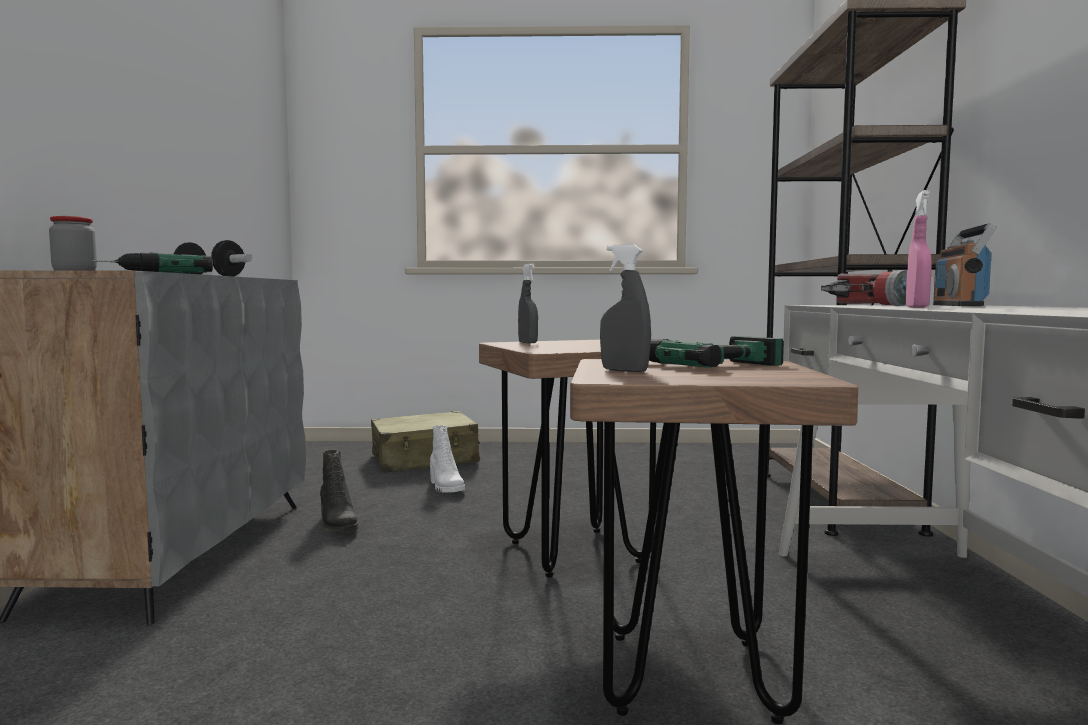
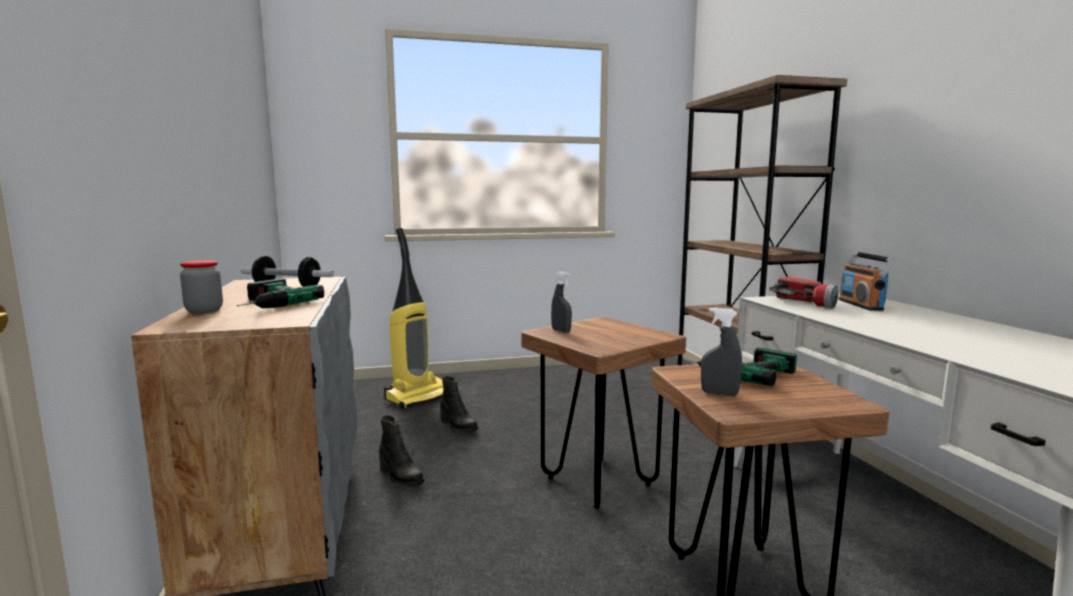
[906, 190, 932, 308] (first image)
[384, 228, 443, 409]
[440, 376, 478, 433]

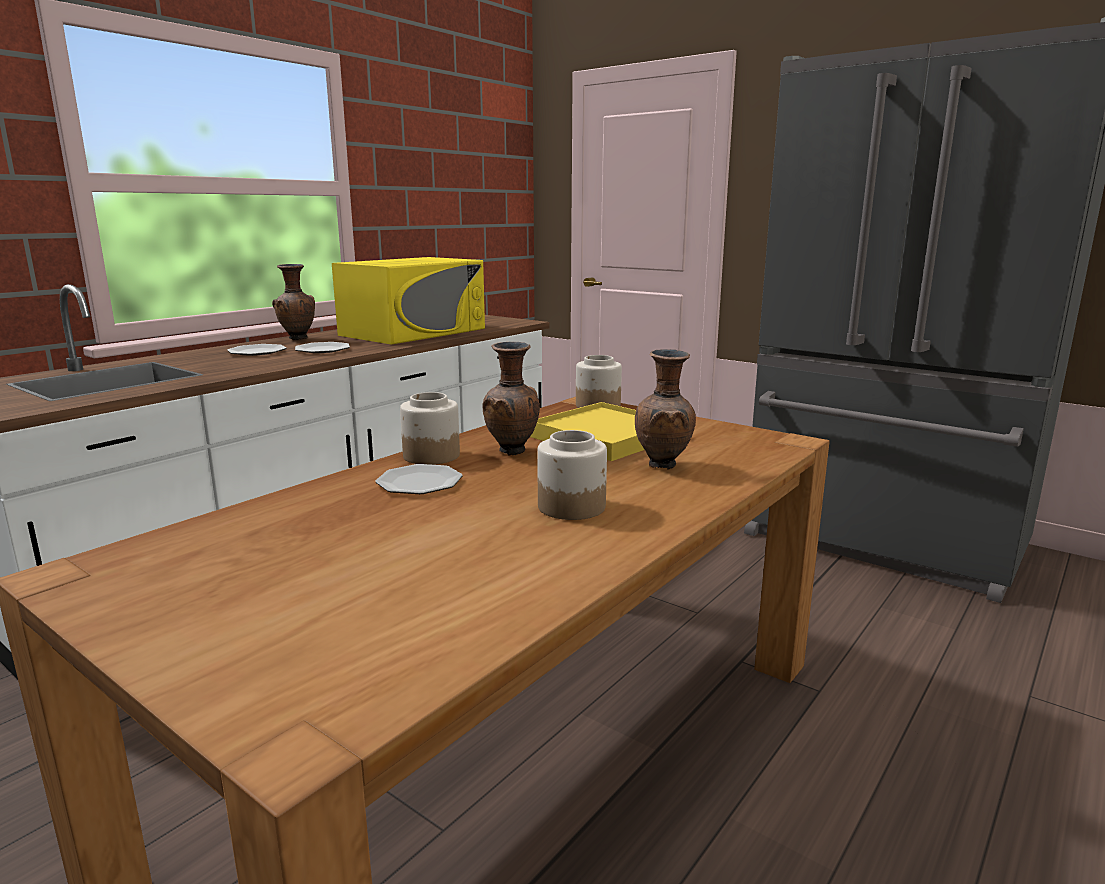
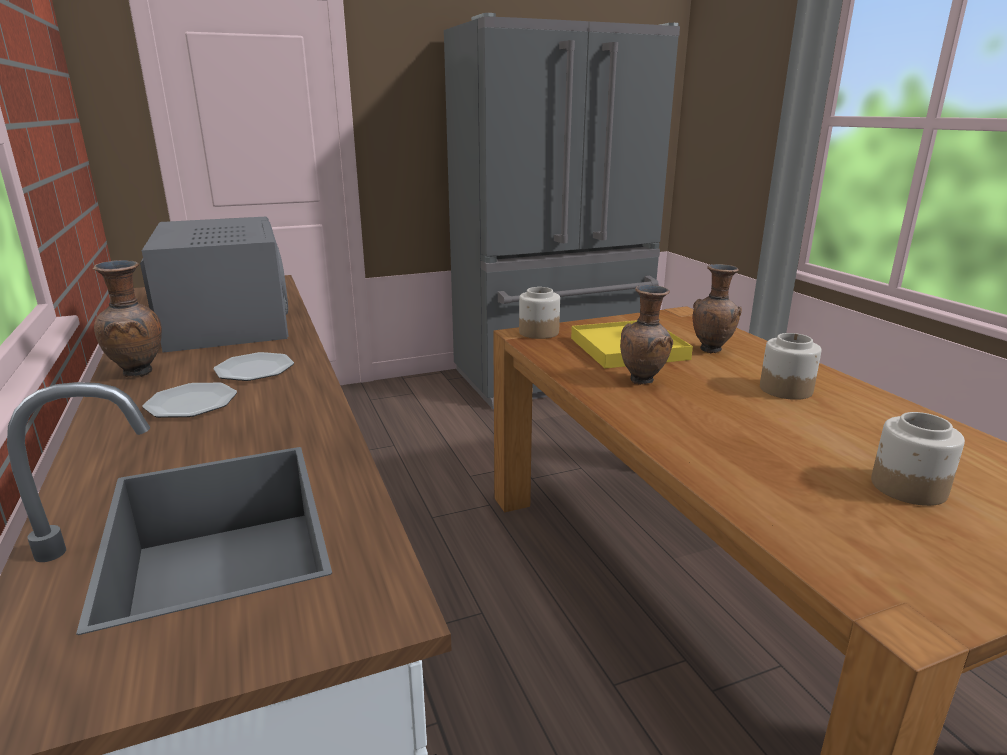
[140, 217, 288, 353]
[871, 412, 965, 506]
[376, 464, 463, 494] (first image)

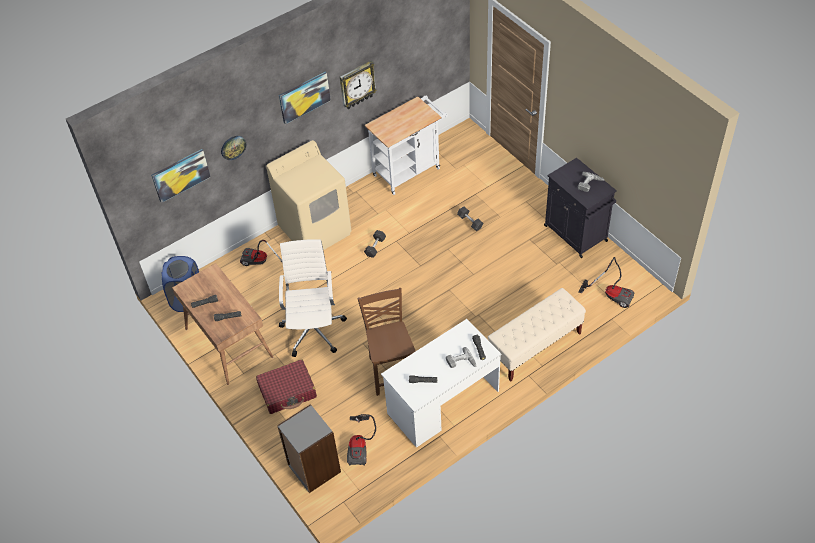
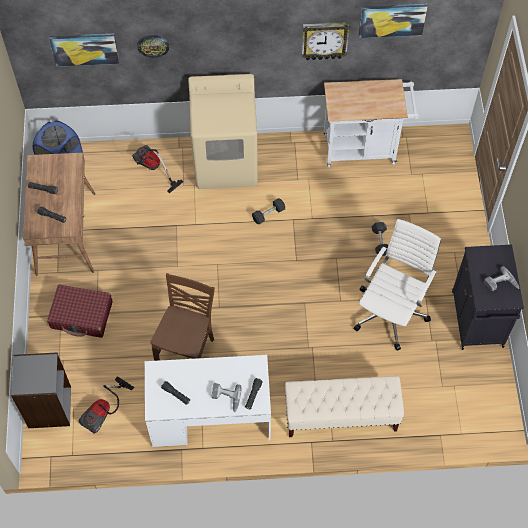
[359, 4, 428, 38]
[354, 219, 441, 351]
[578, 257, 634, 308] (first image)

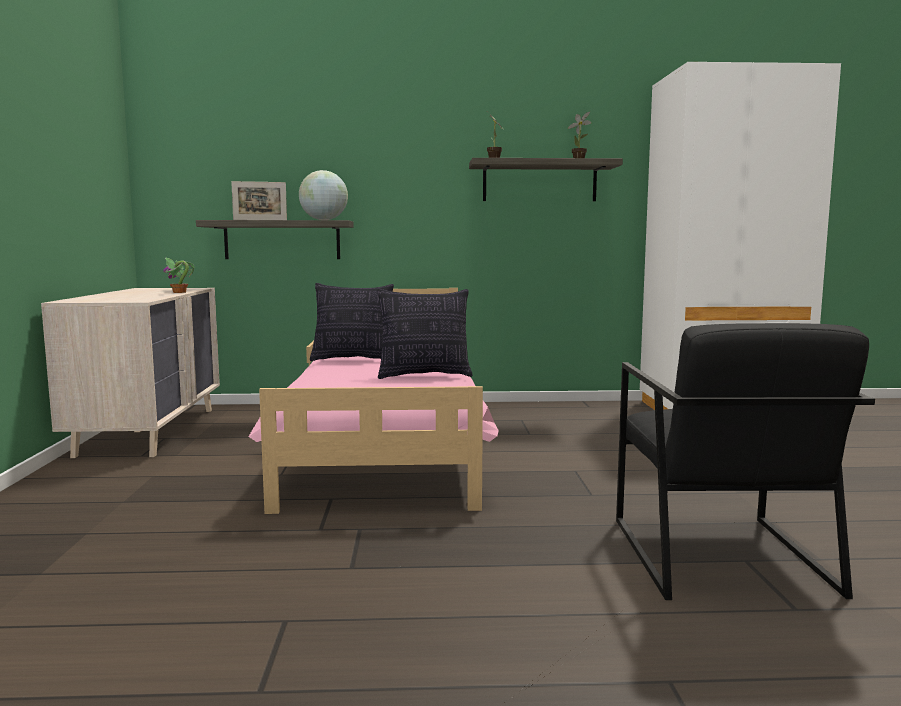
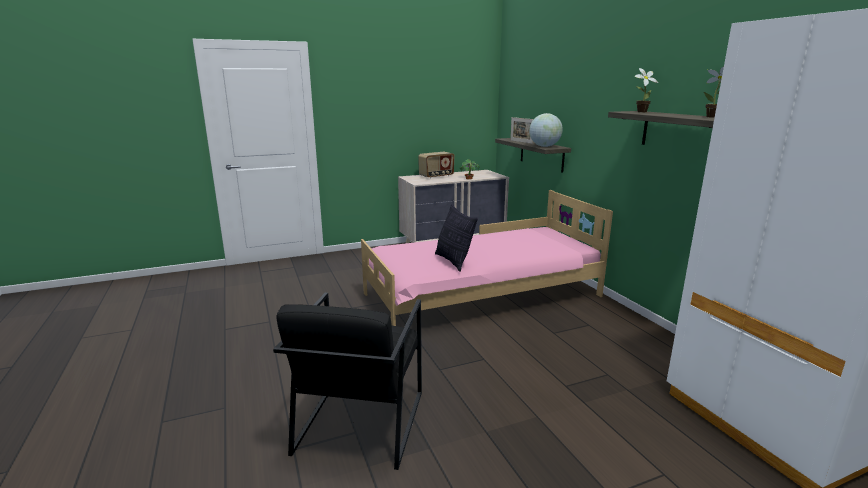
[310, 283, 394, 361] (first image)
[273, 293, 422, 470]
[418, 152, 454, 179]

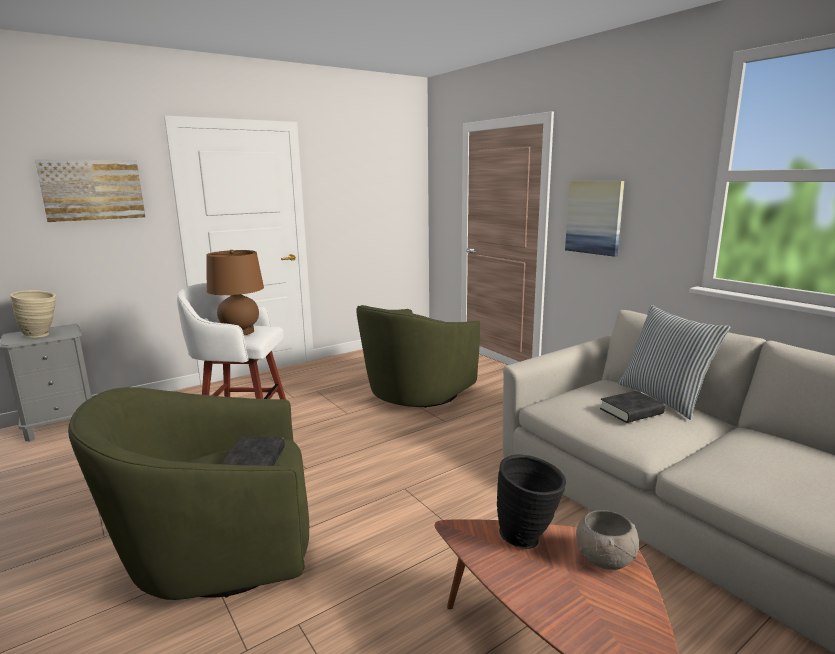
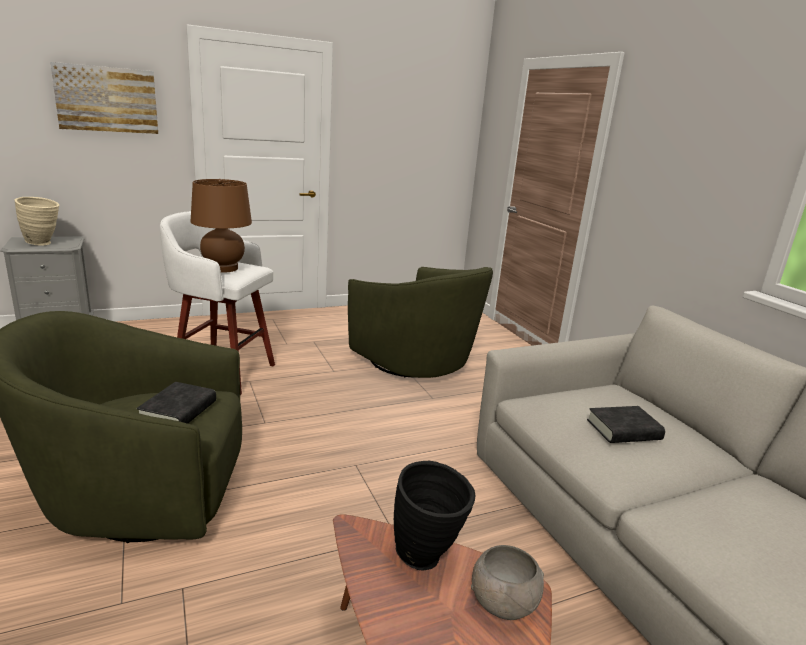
[565, 181, 624, 257] (first image)
[348, 267, 493, 378]
[618, 305, 731, 420] (first image)

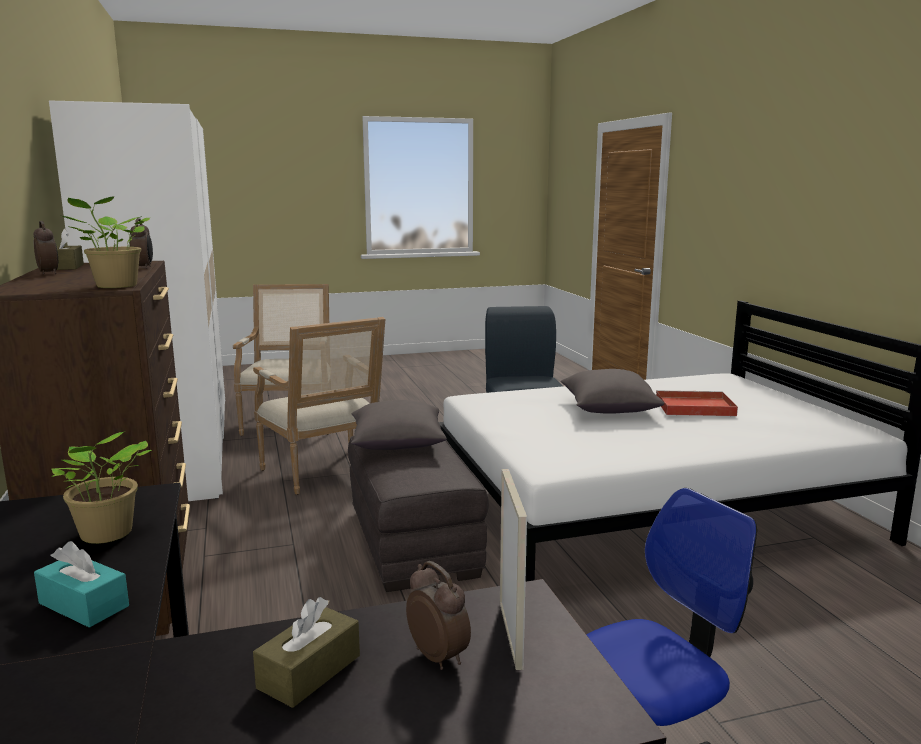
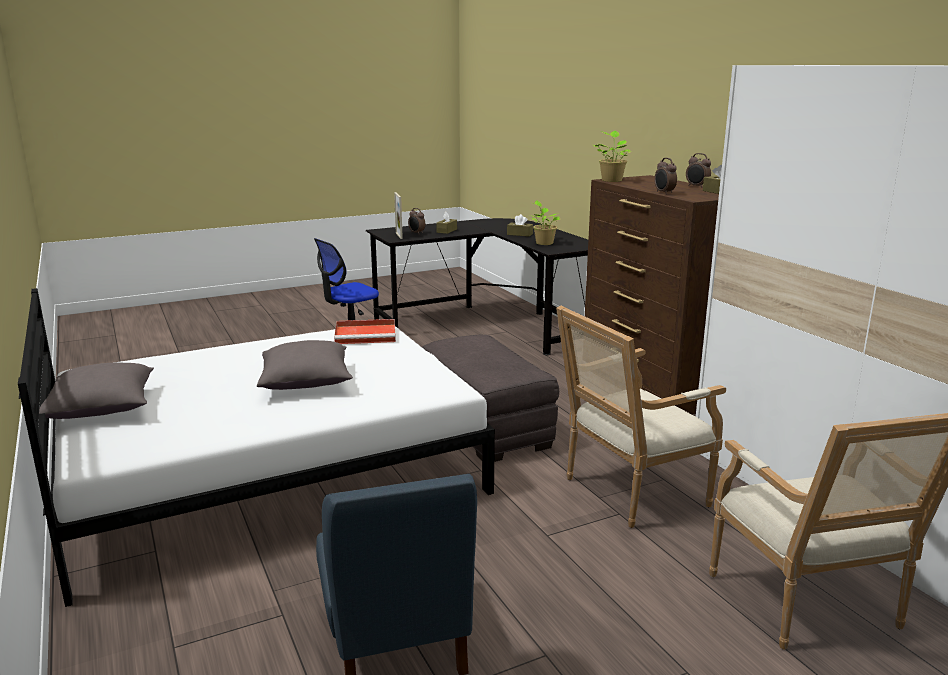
[556, 306, 726, 528]
[334, 319, 396, 344]
[39, 363, 154, 419]
[507, 214, 533, 237]

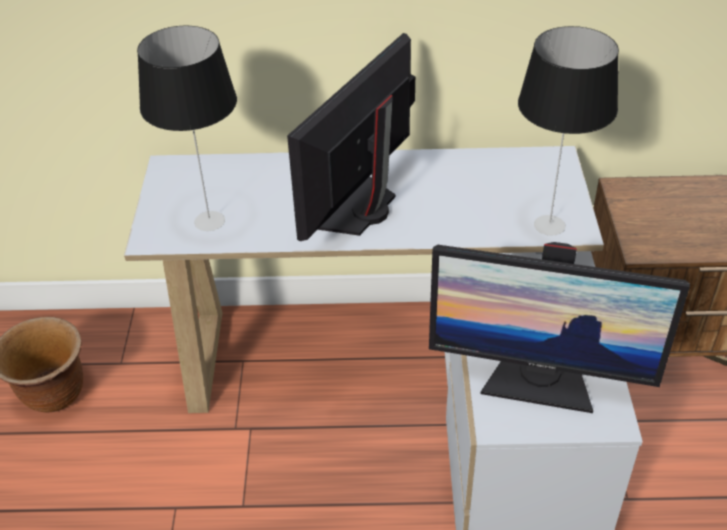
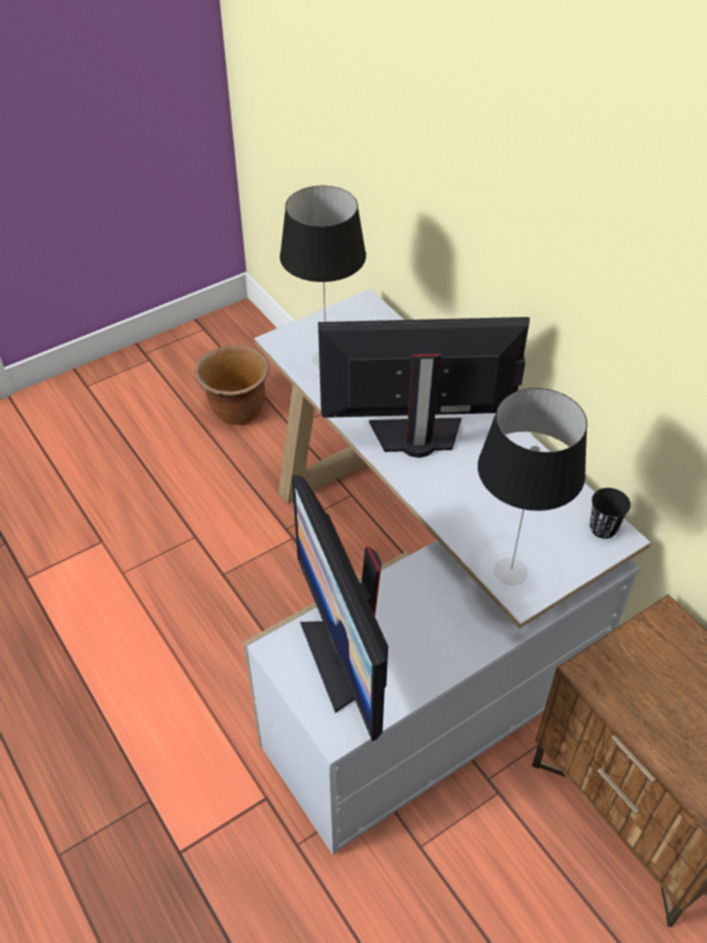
[590, 488, 631, 539]

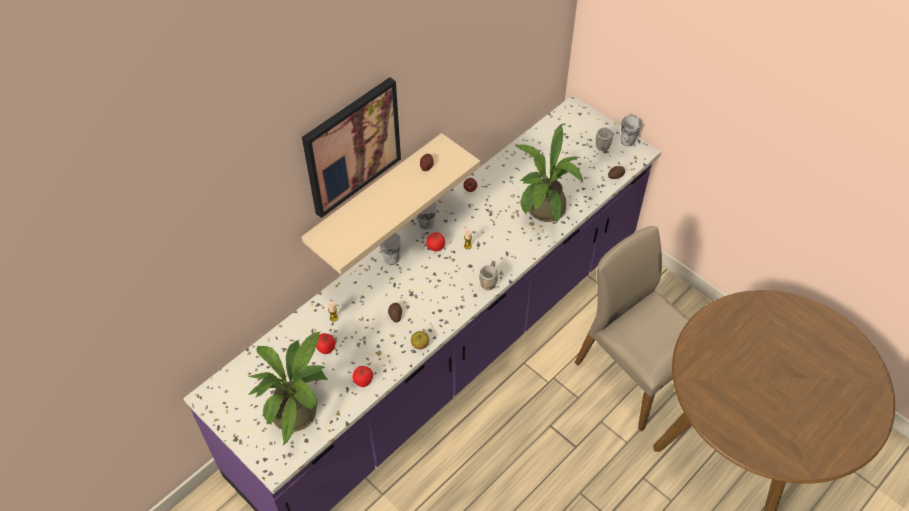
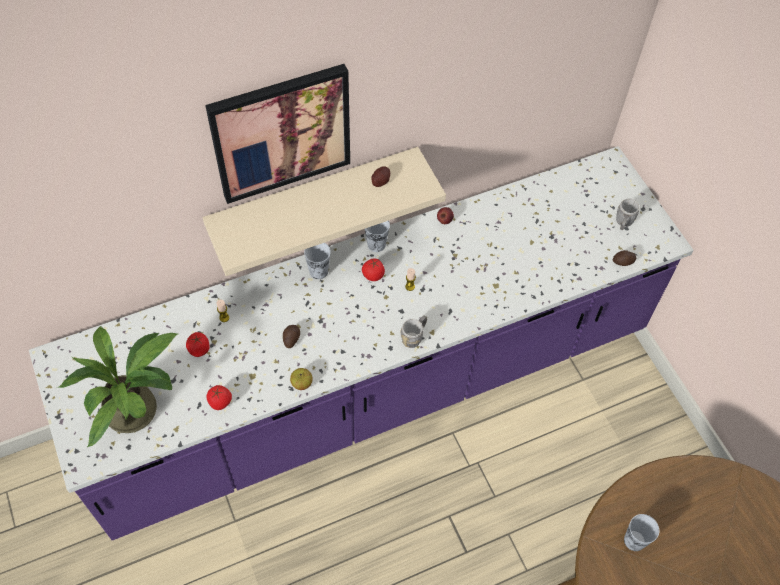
[624, 514, 659, 551]
[516, 124, 583, 223] (first image)
[575, 226, 690, 432] (first image)

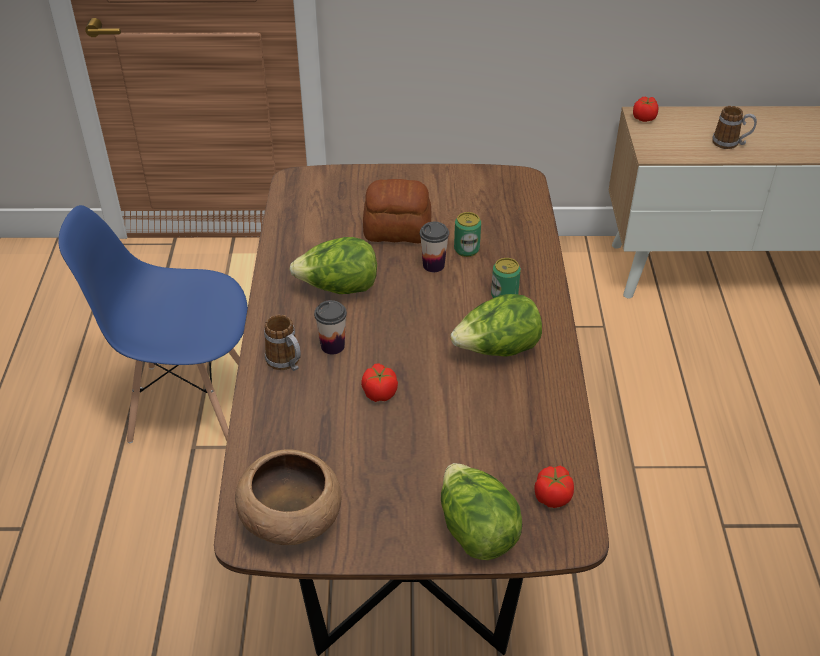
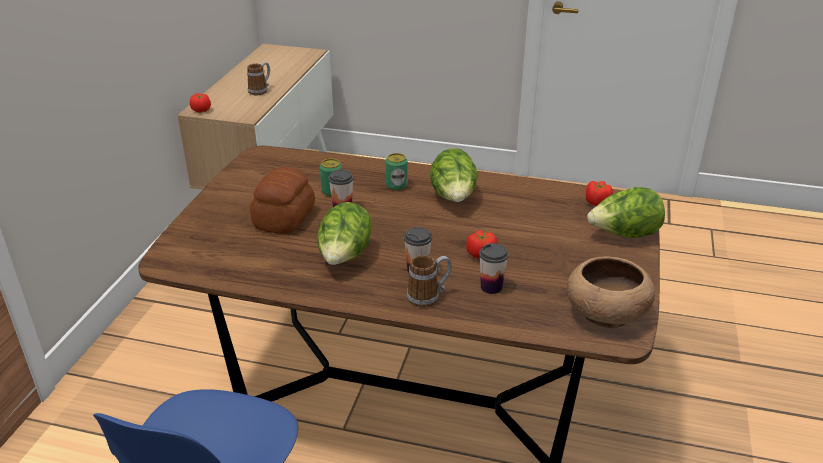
[479, 243, 509, 294]

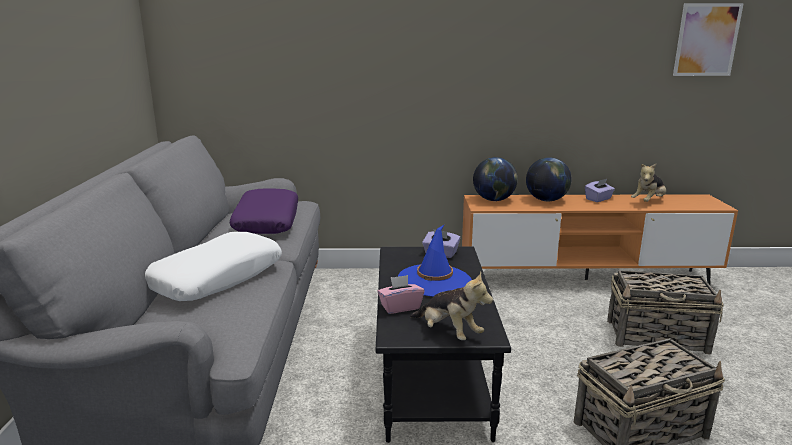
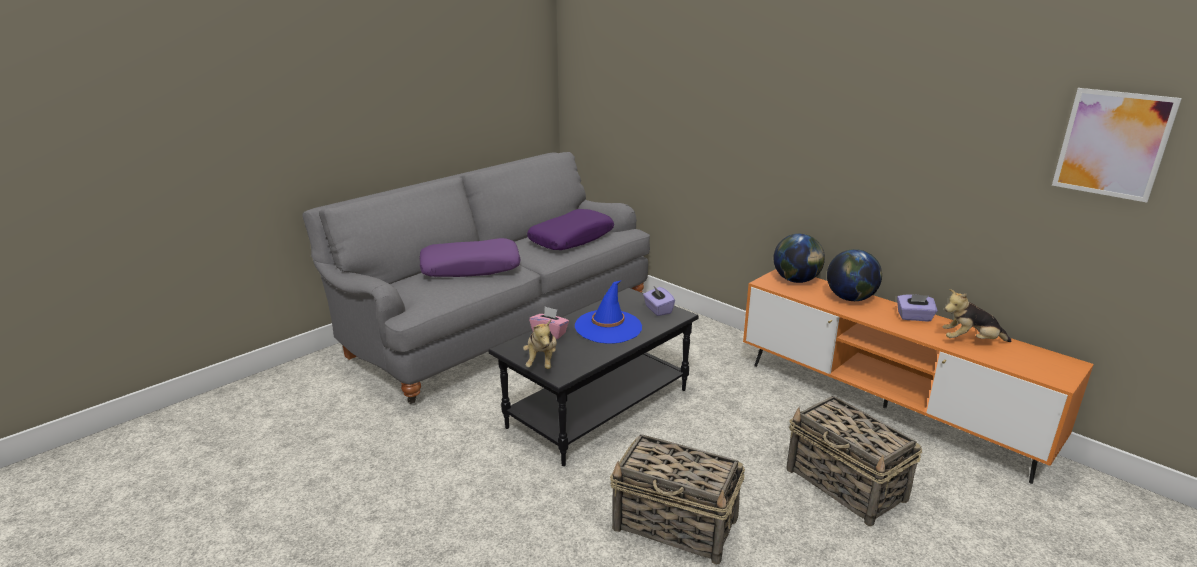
[420, 238, 521, 277]

